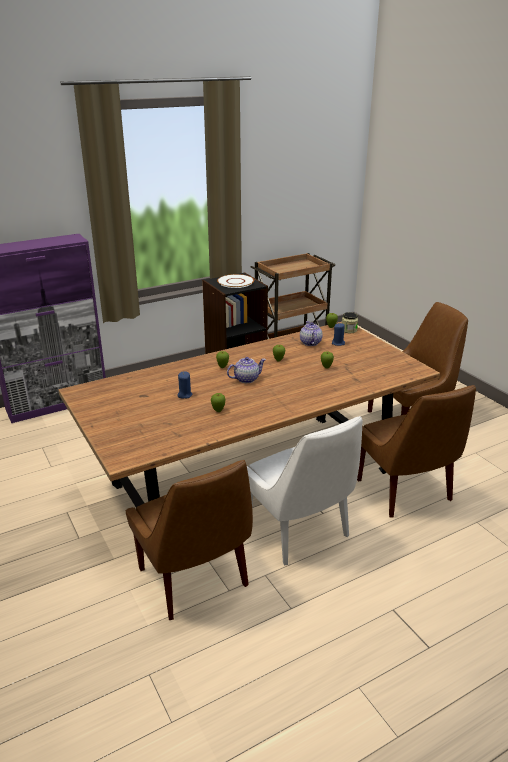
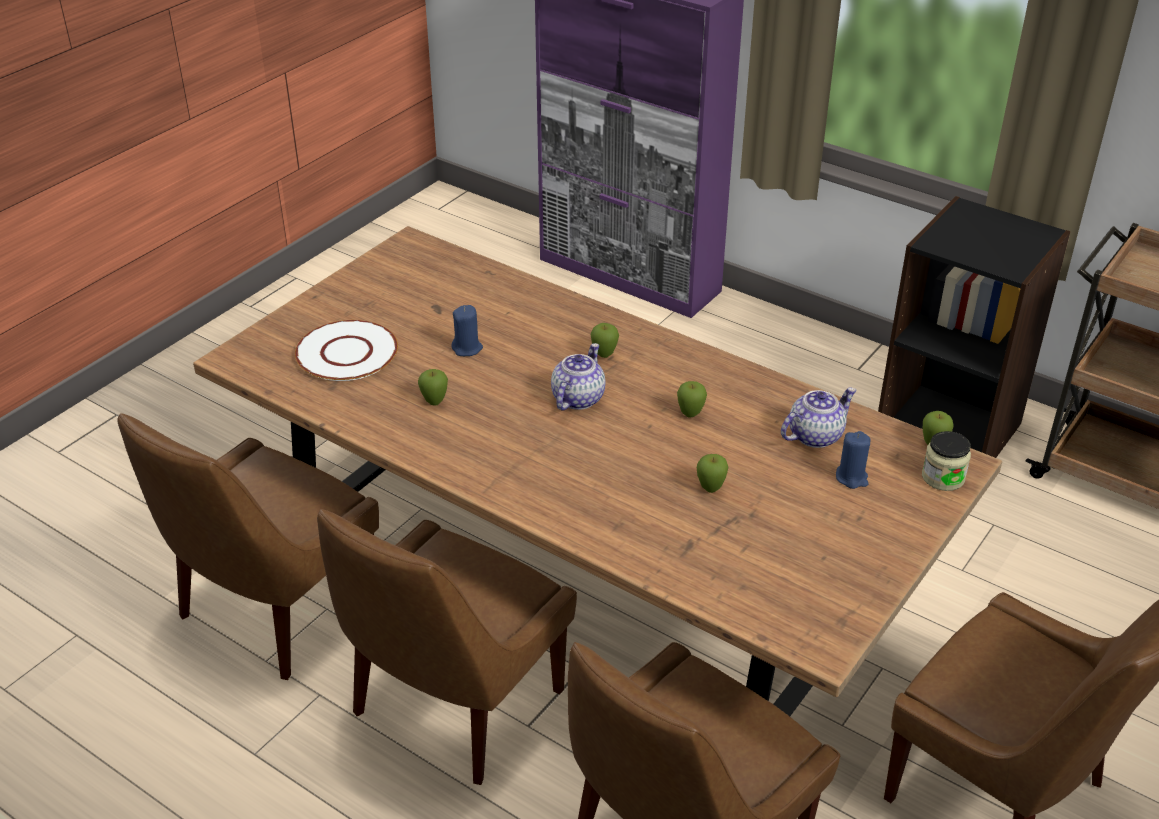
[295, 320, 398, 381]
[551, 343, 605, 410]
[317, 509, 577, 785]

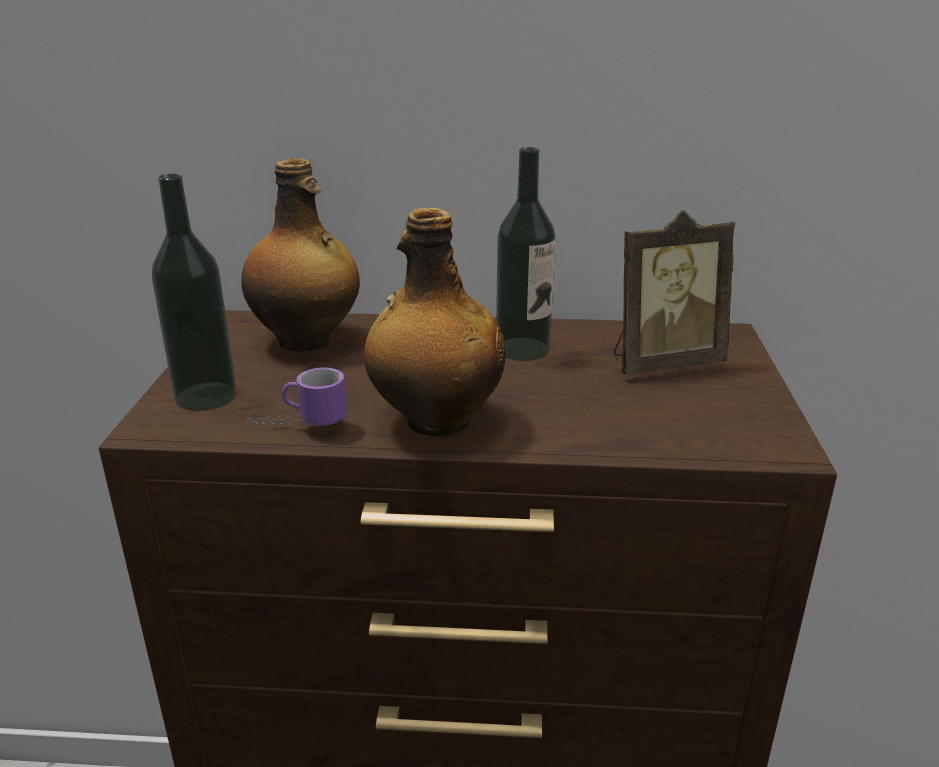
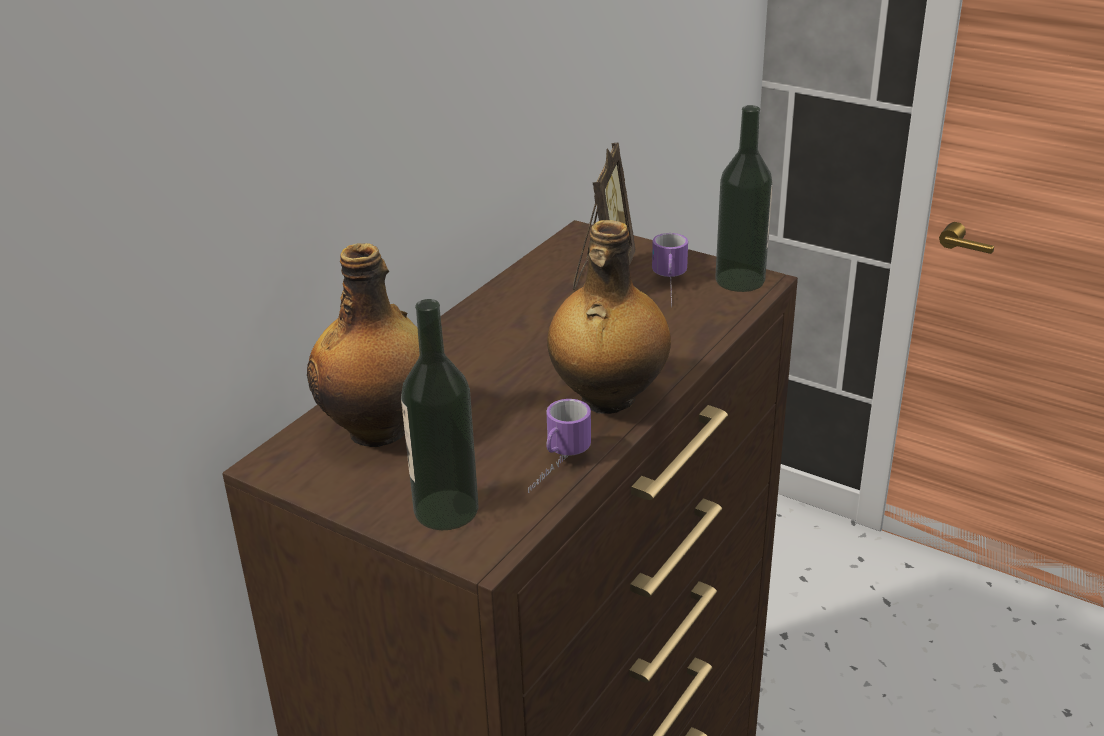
[716, 105, 773, 292]
[652, 233, 688, 307]

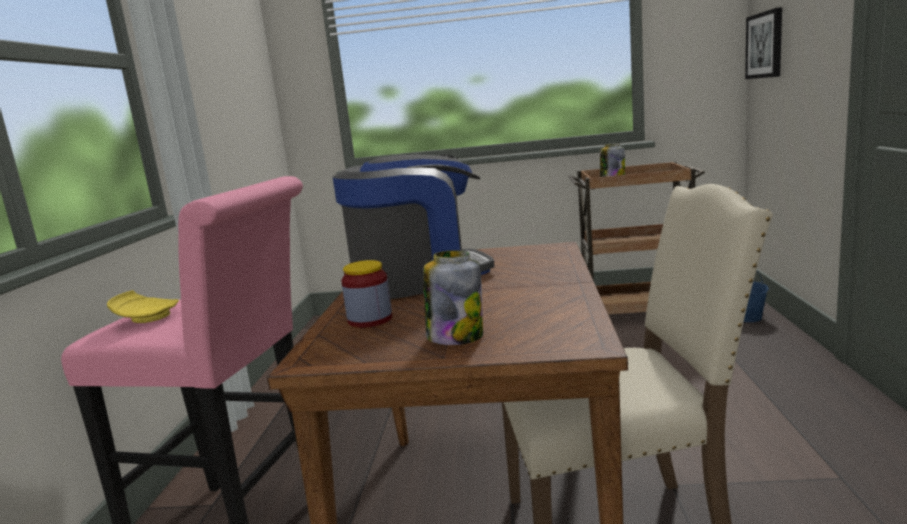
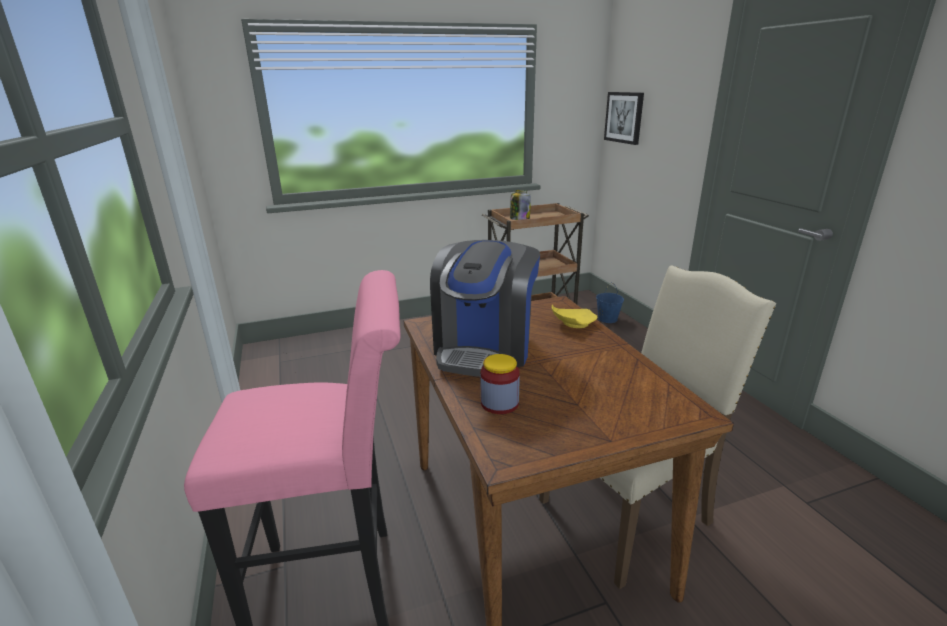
[430, 240, 540, 377]
[423, 250, 483, 345] (first image)
[552, 305, 598, 328]

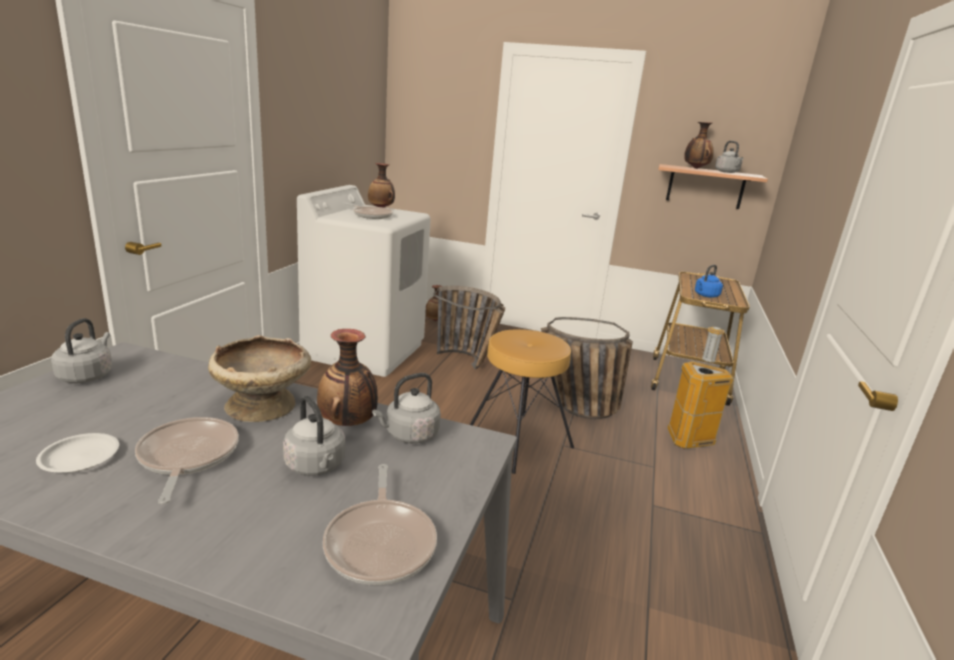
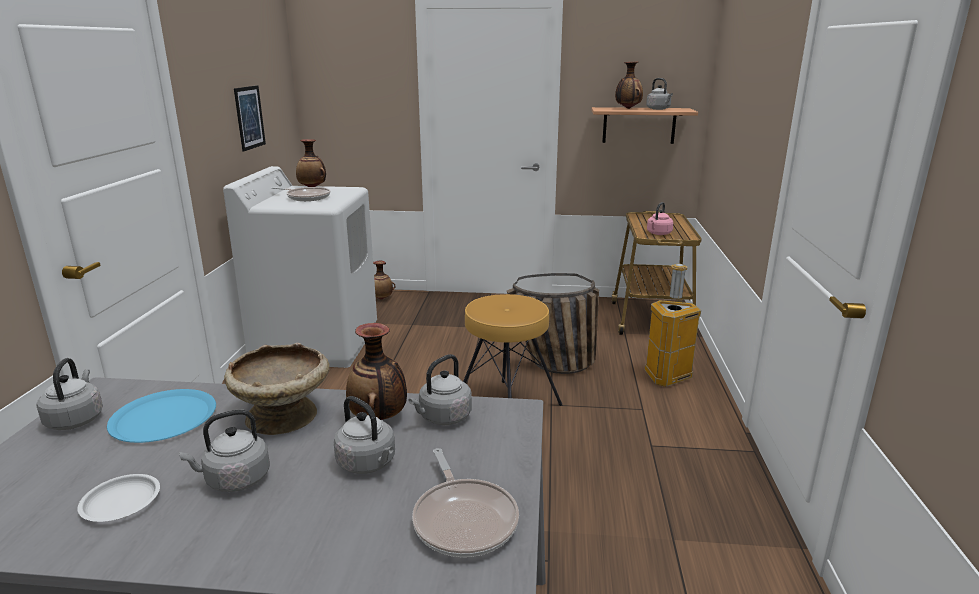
[647, 202, 673, 235]
[433, 286, 505, 369] (first image)
[179, 409, 270, 492]
[234, 85, 266, 151]
[107, 389, 216, 443]

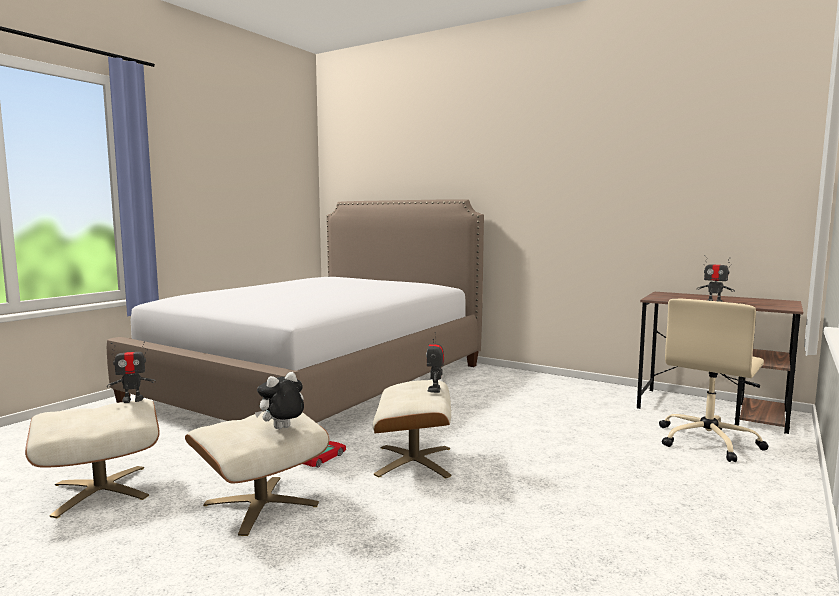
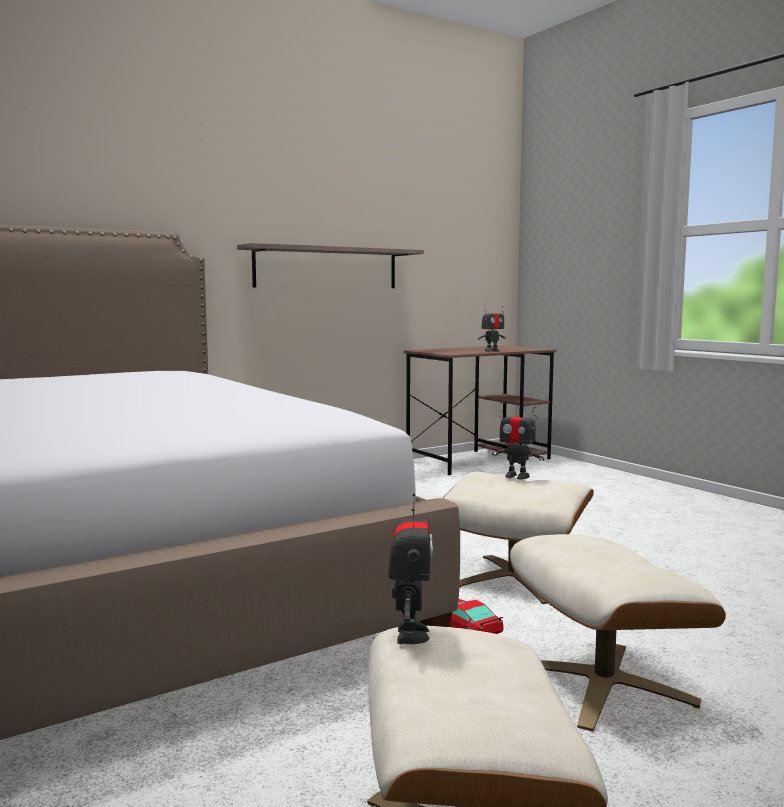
[659, 298, 768, 462] (first image)
[255, 372, 304, 429] (first image)
[237, 243, 424, 288]

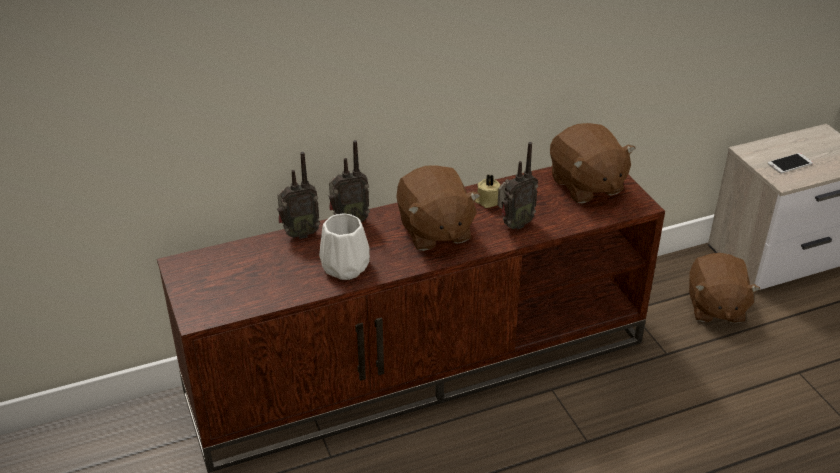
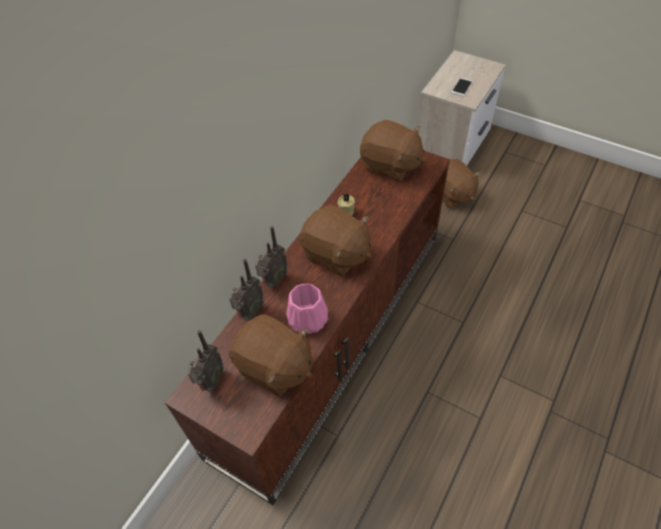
[188, 330, 224, 392]
[286, 284, 328, 334]
[229, 314, 312, 397]

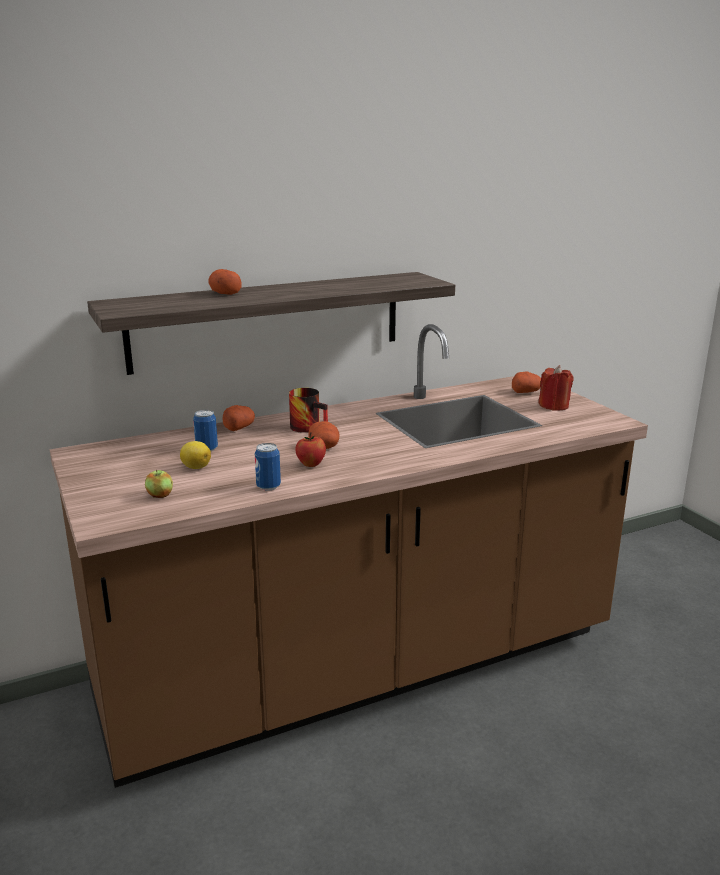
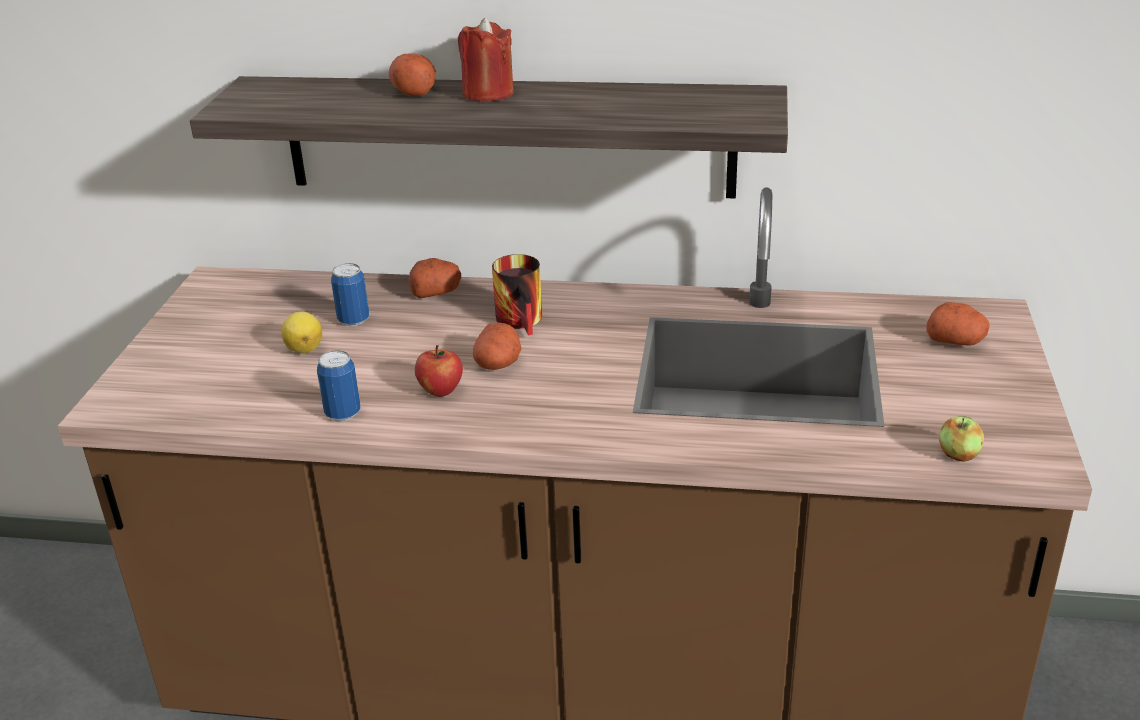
[458, 18, 514, 102]
[939, 416, 984, 462]

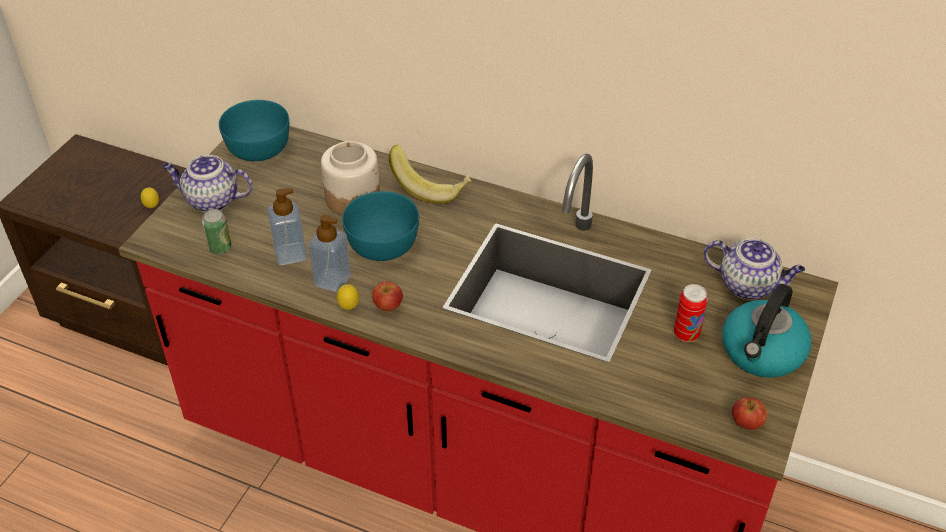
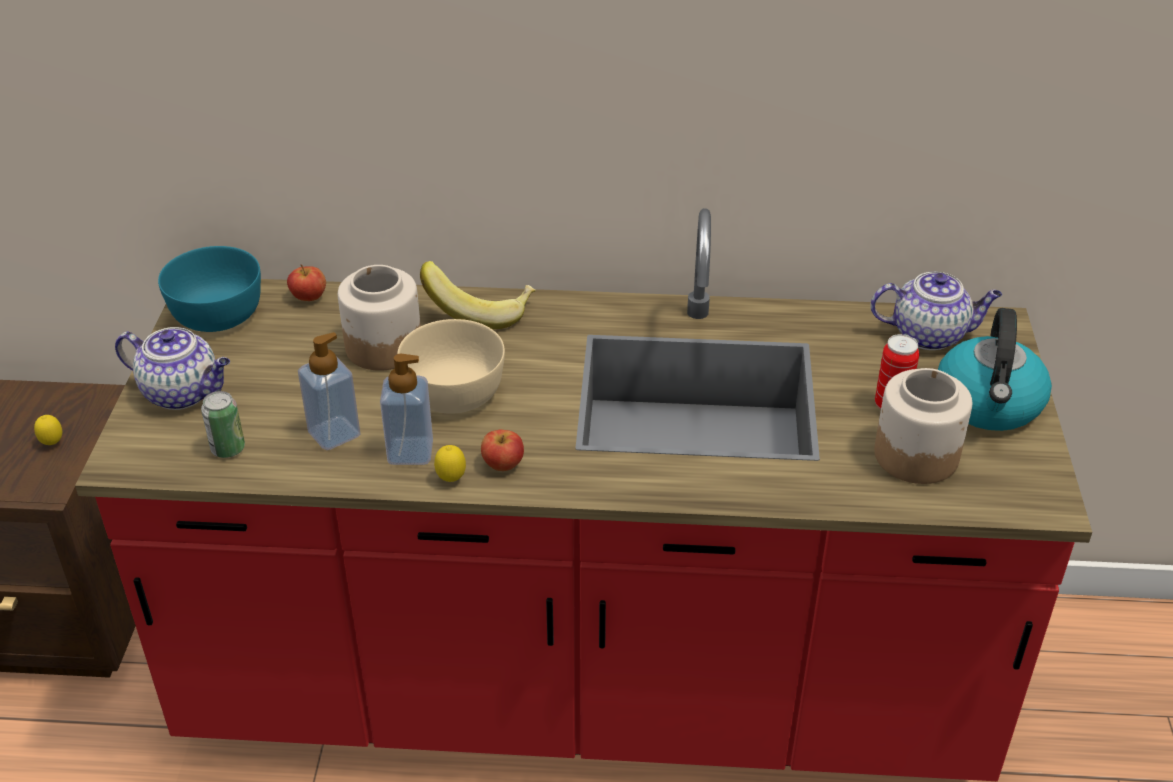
[115, 327, 230, 410]
[397, 319, 505, 414]
[287, 265, 326, 301]
[874, 368, 972, 484]

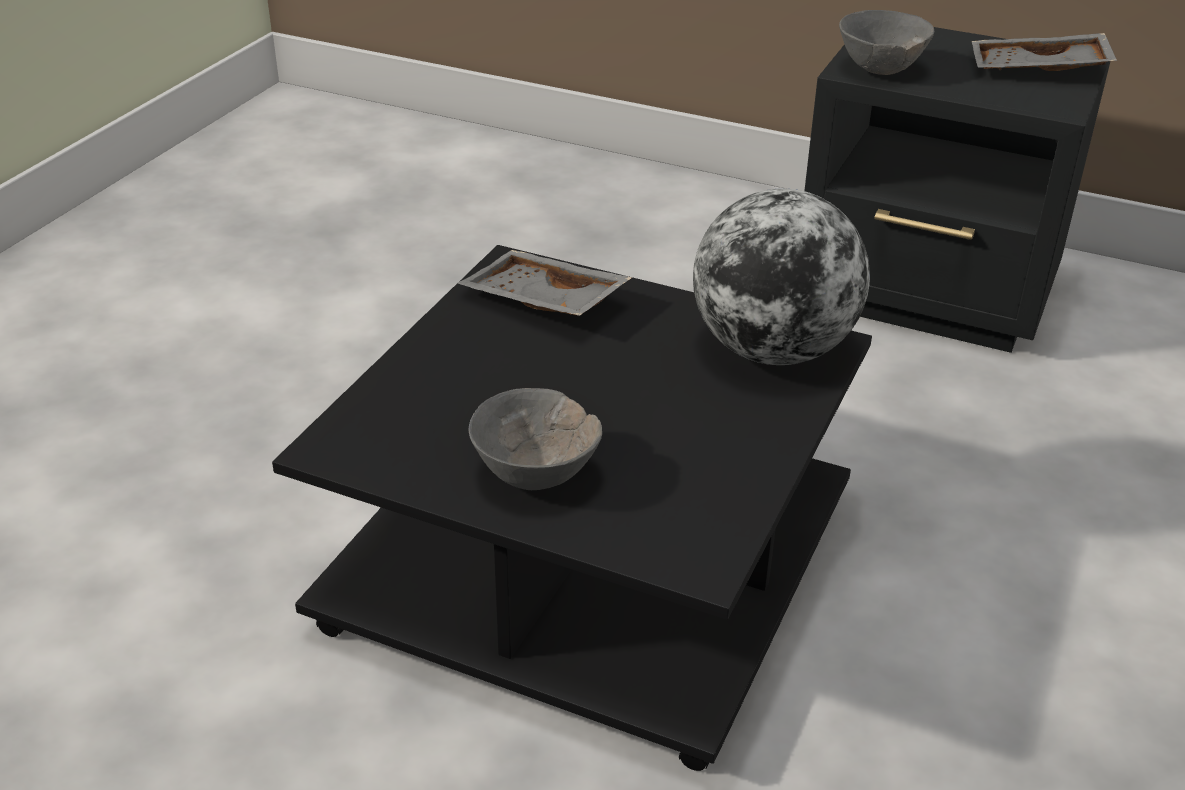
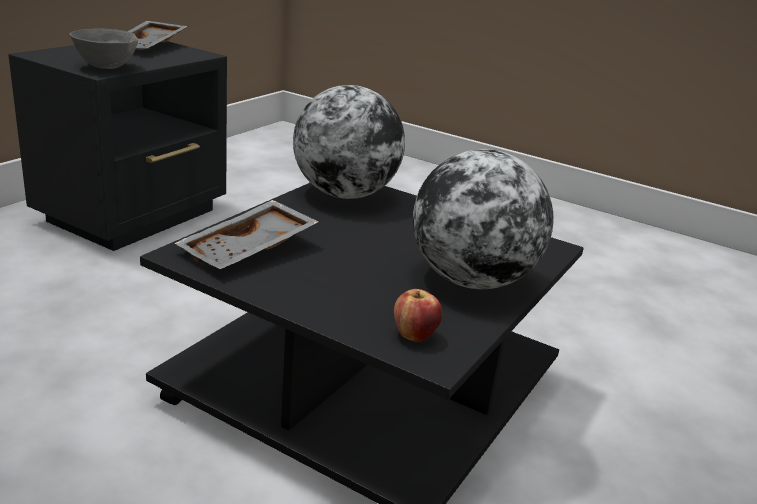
[413, 149, 553, 289]
[394, 289, 442, 342]

